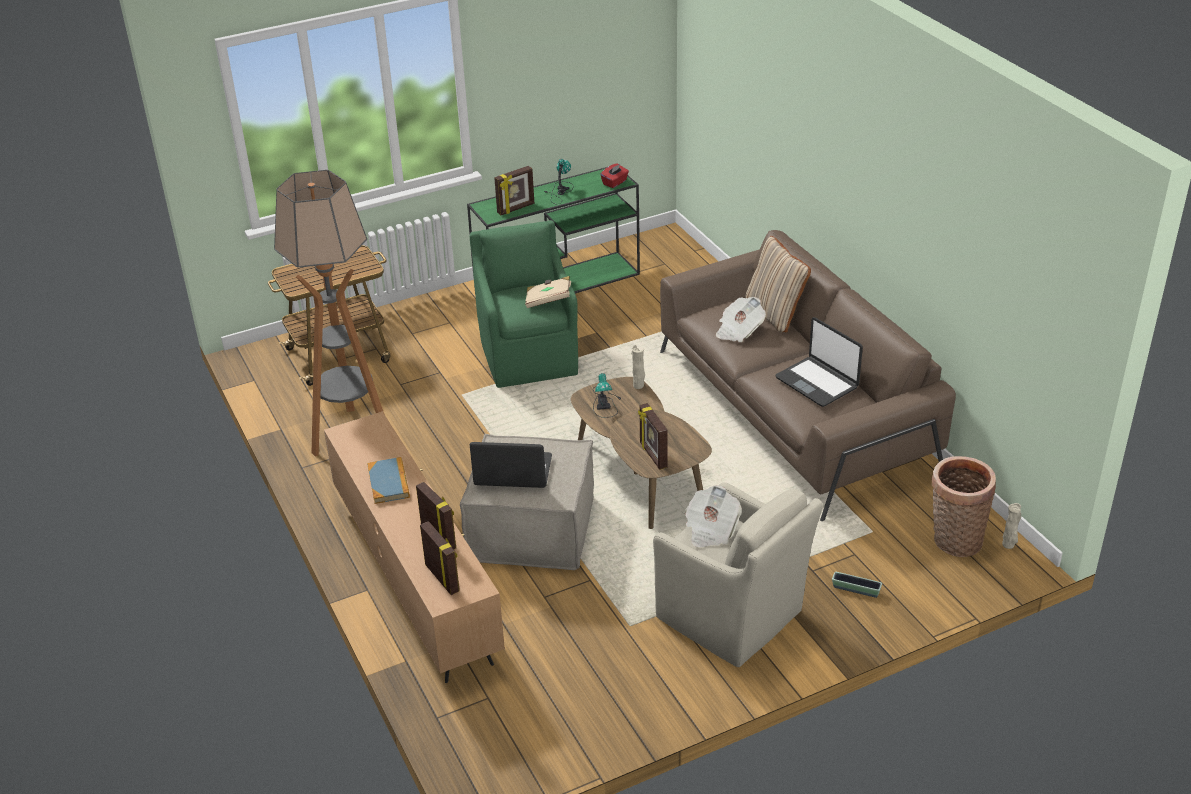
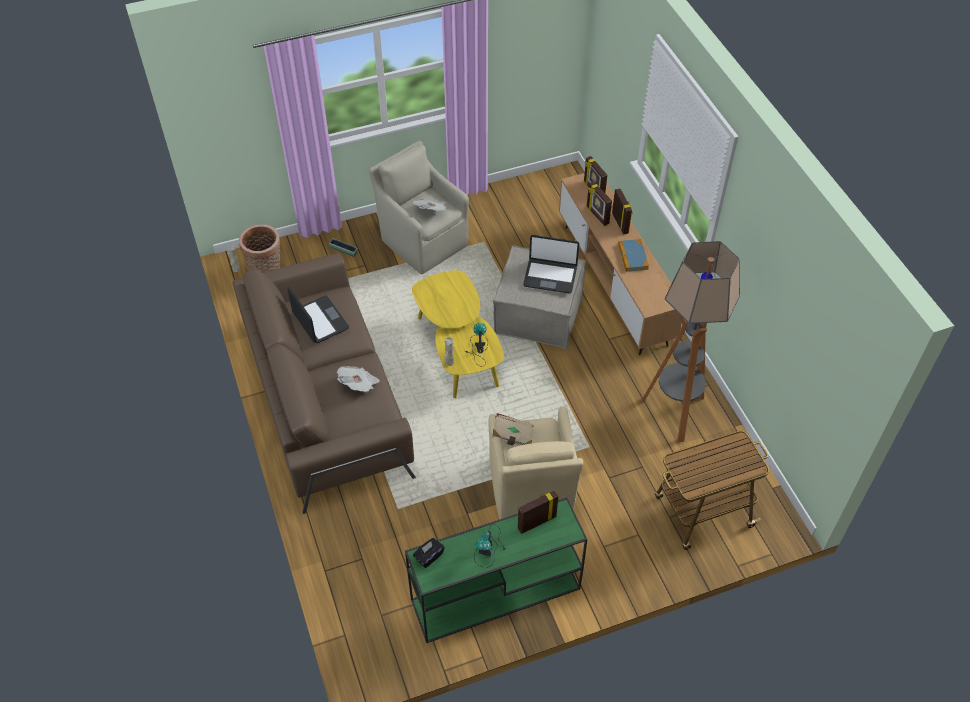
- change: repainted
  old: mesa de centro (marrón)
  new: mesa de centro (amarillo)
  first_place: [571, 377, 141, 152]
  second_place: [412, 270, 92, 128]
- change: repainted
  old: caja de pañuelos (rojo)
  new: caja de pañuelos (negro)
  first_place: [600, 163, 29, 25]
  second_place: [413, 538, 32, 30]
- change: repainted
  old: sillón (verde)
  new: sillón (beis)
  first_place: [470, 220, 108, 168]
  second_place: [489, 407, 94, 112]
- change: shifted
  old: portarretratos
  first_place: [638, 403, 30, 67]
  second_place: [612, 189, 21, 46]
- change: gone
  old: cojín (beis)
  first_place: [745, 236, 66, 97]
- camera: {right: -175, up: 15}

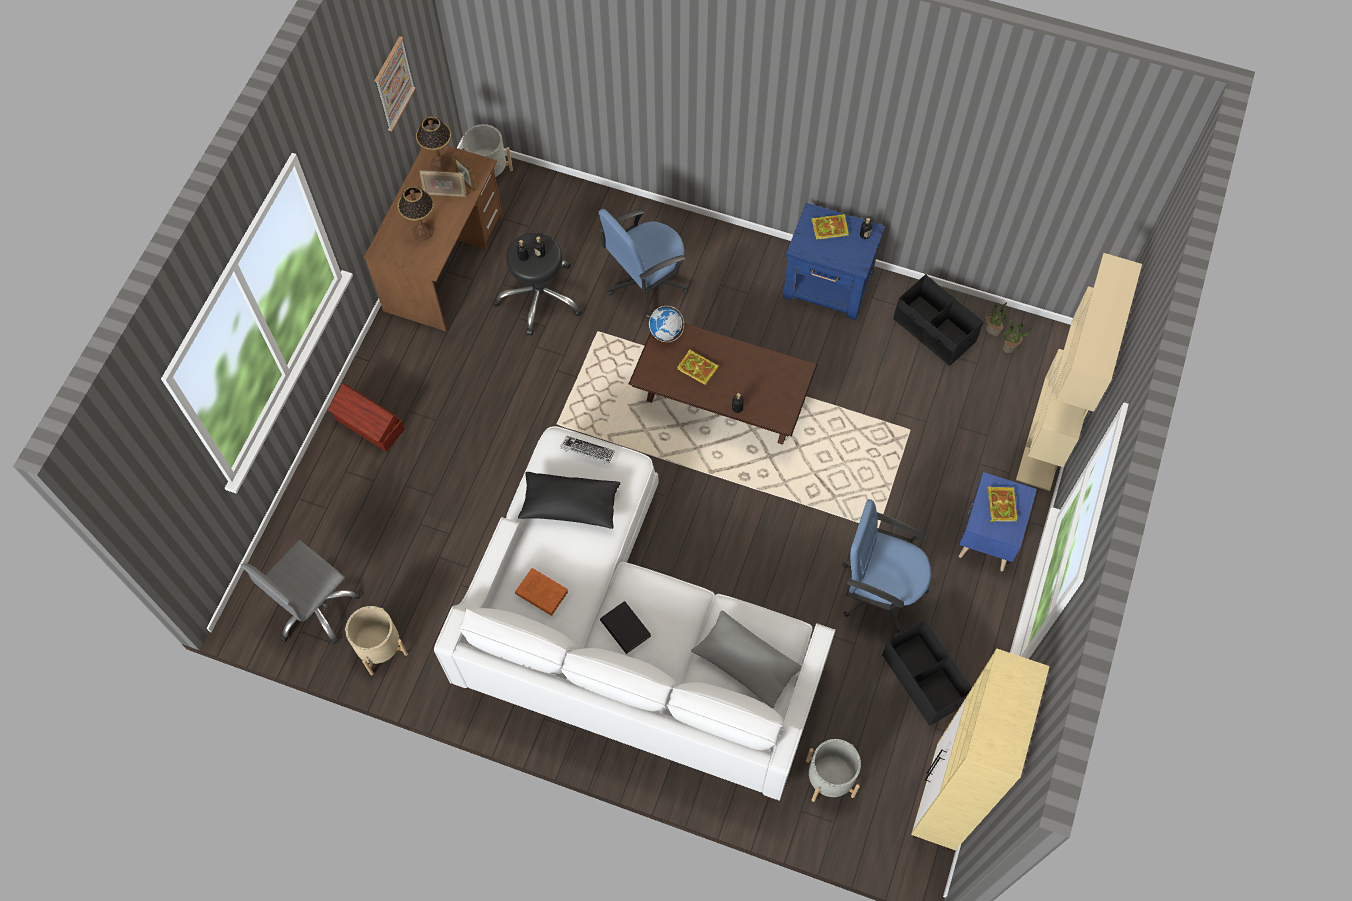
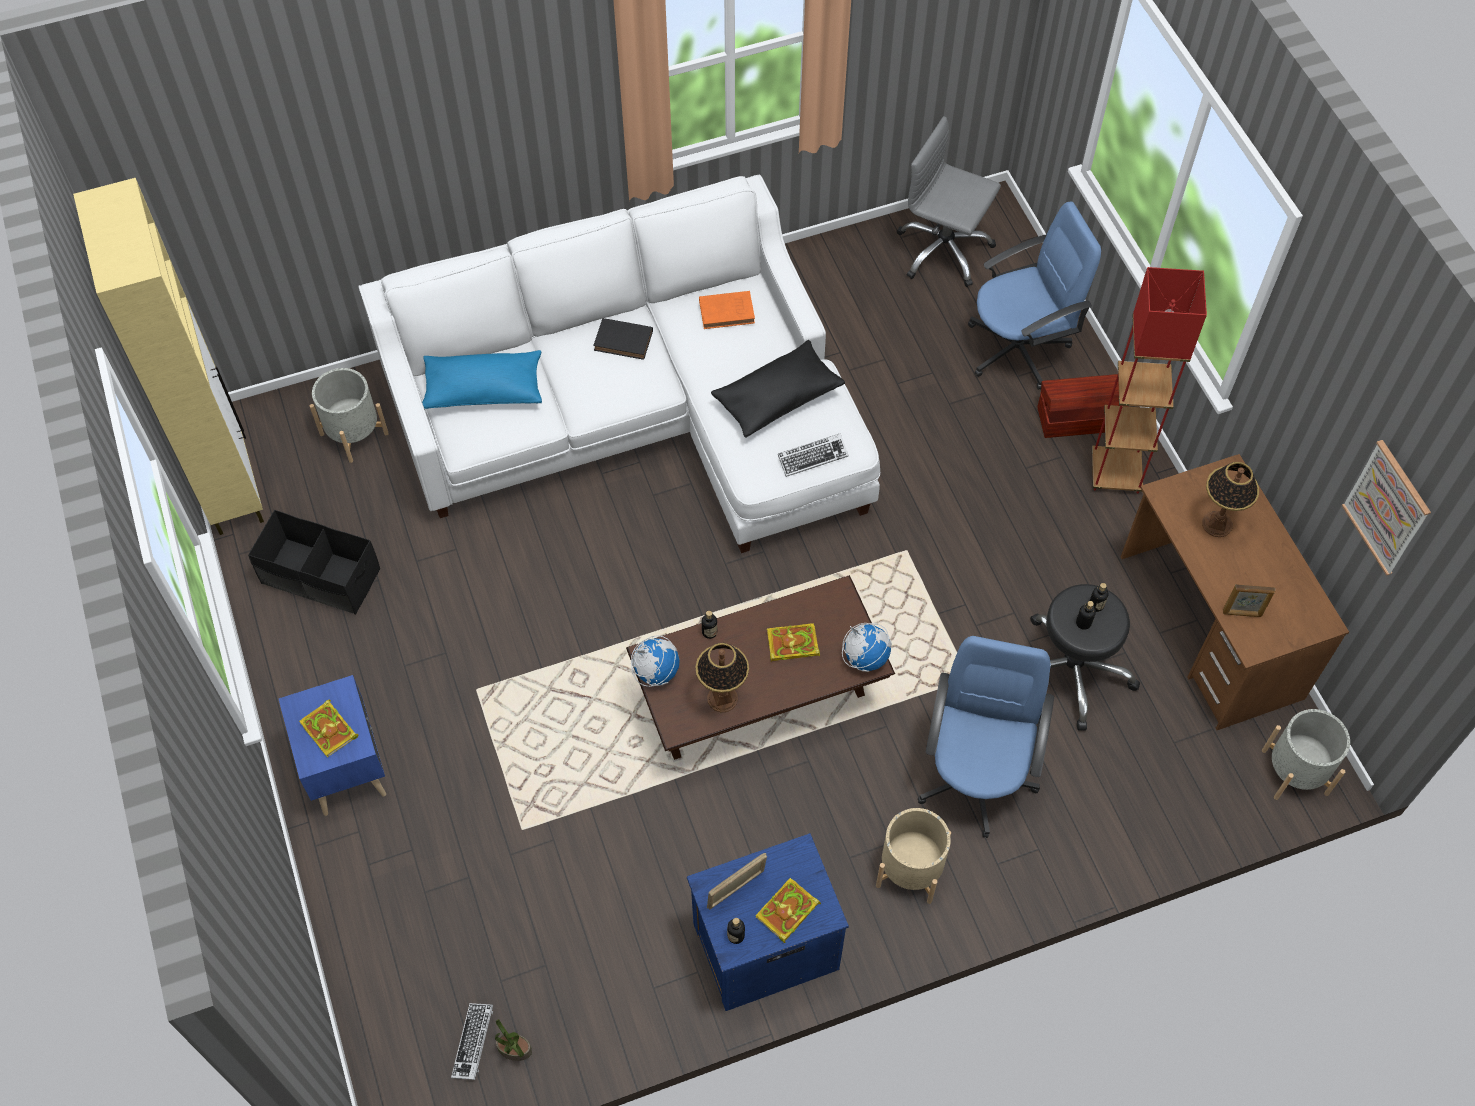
- change: repainted
  old: cojín (gris)
  new: cojín (azul)
  first_place: [691, 610, 111, 99]
  second_place: [422, 350, 120, 59]
- change: swapped
  old: planta en maceta
  new: teclado
  first_place: [1003, 320, 28, 33]
  second_place: [451, 1003, 42, 77]
- change: new
  new: globo terráqueo
  second_place: [631, 636, 49, 51]
- change: shifted
  old: lámpara de mesa
  first_place: [416, 116, 35, 56]
  second_place: [695, 643, 54, 69]
- change: shifted
  old: portarretratos
  first_place: [420, 170, 47, 27]
  second_place: [707, 853, 60, 56]
- change: shifted
  old: maceta (beis)
  first_place: [345, 606, 63, 69]
  second_place: [876, 808, 75, 96]
- change: rotated
  old: silla de oficina (gris)
  first_place: [241, 540, 119, 104]
  second_place: [897, 116, 104, 171]
  degrees: -60
- change: shifted
  old: silla de oficina (azul)
  first_place: [842, 499, 89, 134]
  second_place: [968, 202, 133, 188]
- change: new
  new: lámpara de pie (rojo)
  second_place: [1092, 267, 115, 227]
- change: gone
  old: caja de almacenaje (negro)
  first_place: [893, 274, 91, 92]
- change: gone
  old: estantería (beis)
  first_place: [1016, 253, 126, 238]
- camera: {right: 140, up: -5}

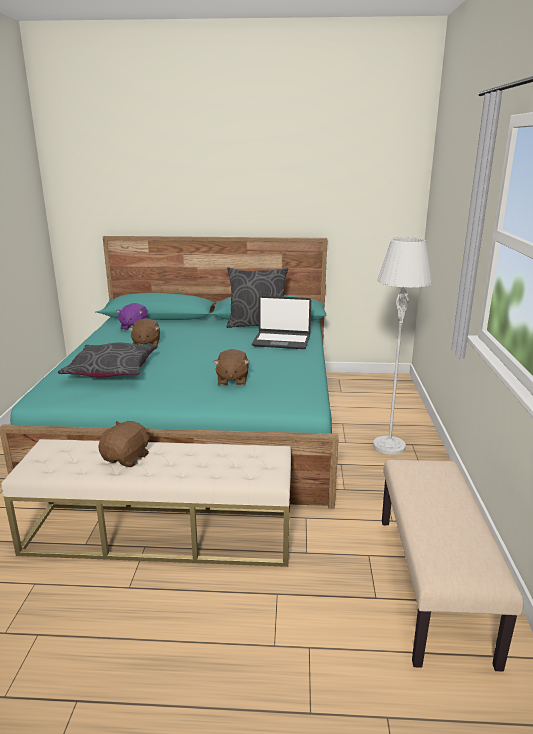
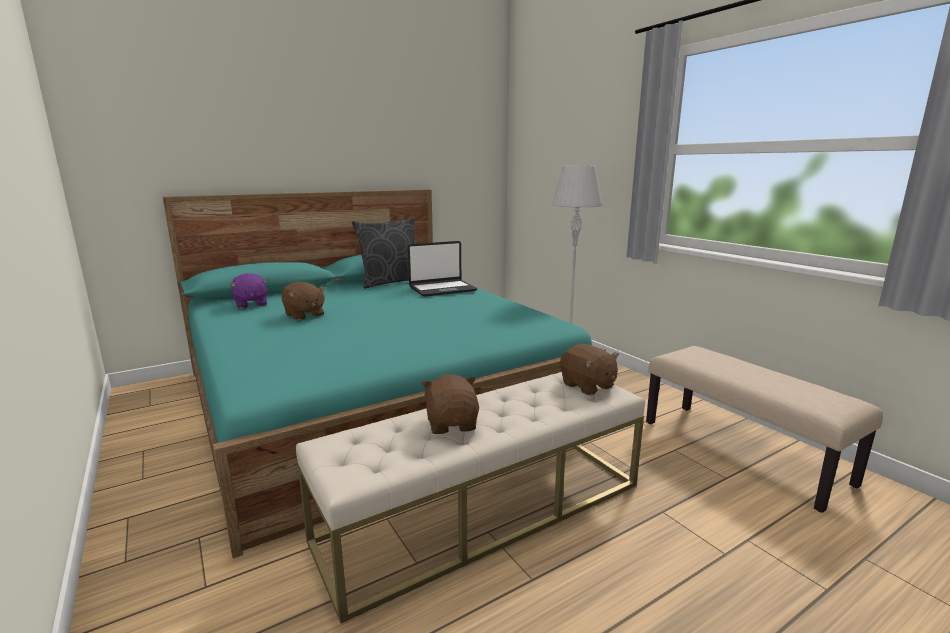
- change: shifted
  old: peluche (marrón)
  first_place: [214, 349, 35, 37]
  second_place: [560, 344, 59, 51]
- change: gone
  old: cojín (gris)
  first_place: [58, 343, 99, 34]
- camera: {right: -35, up: -5}

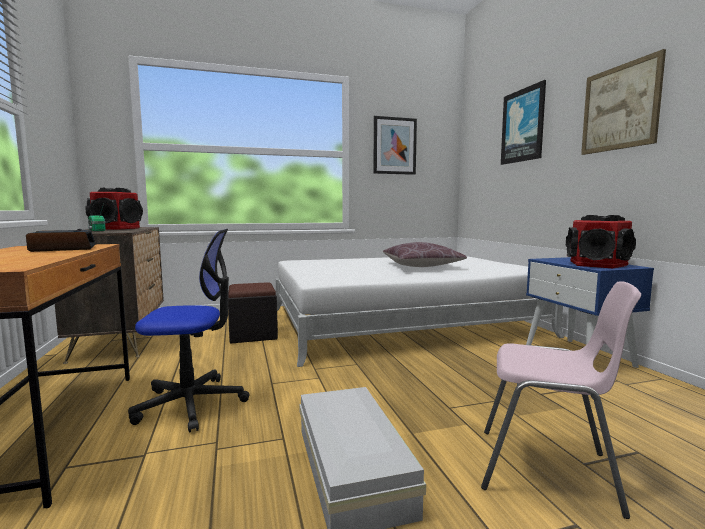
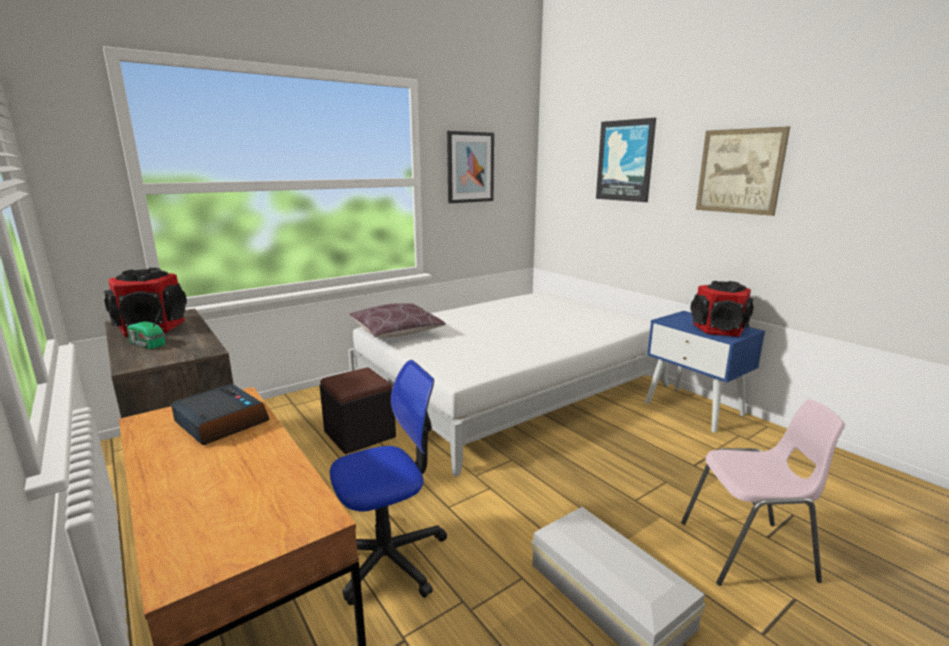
- change: shifted
  old: cojín (marrón)
  first_place: [383, 242, 84, 25]
  second_place: [349, 303, 97, 34]
- camera: {right: -20, up: 10}

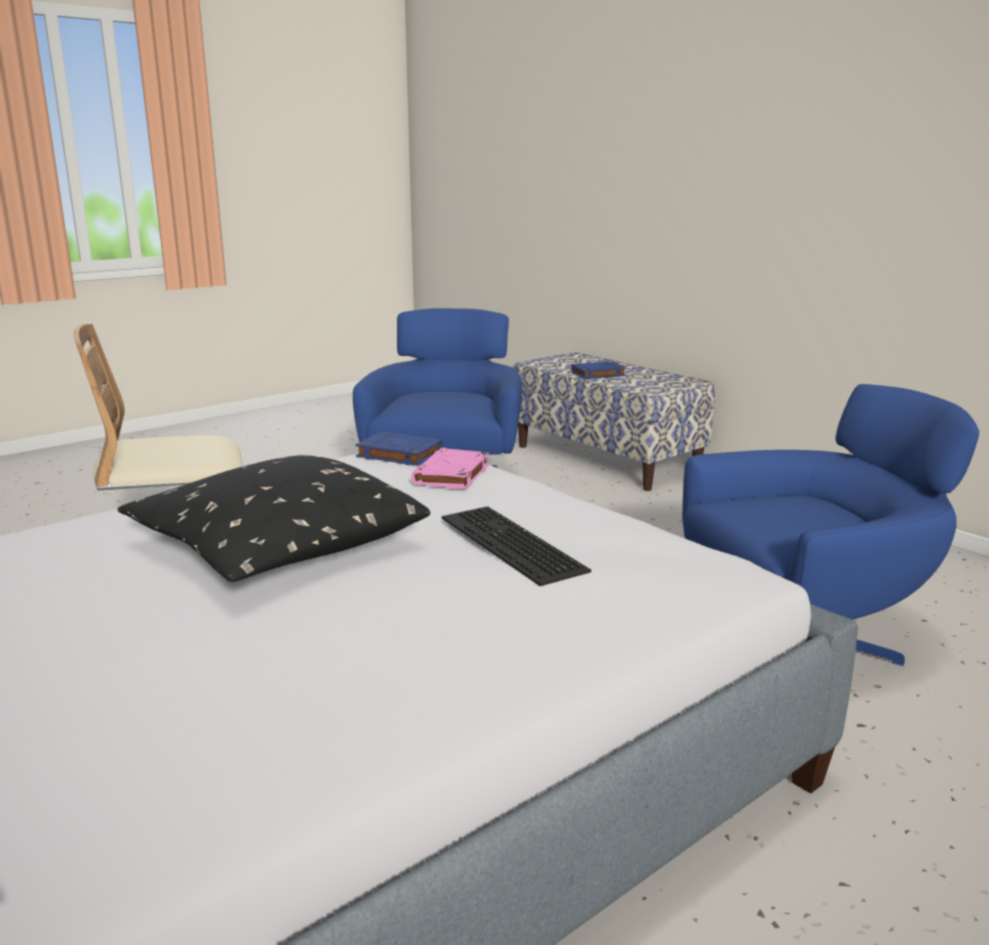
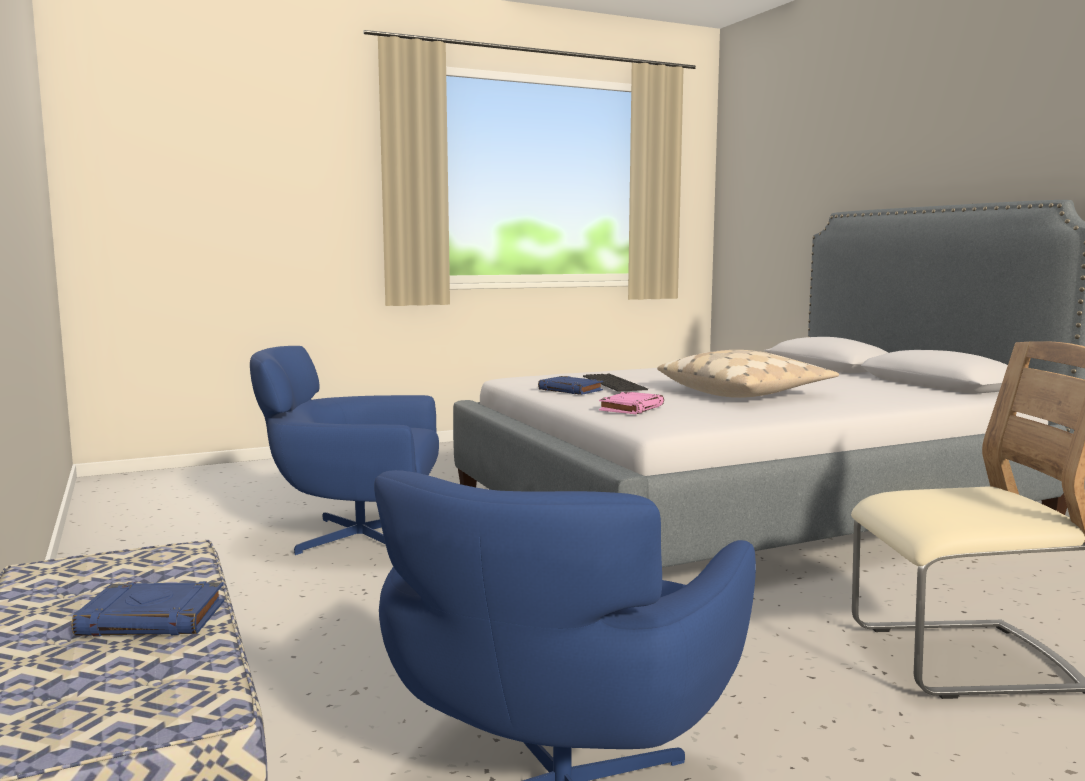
- change: shifted
  old: libro (azul)
  first_place: [355, 432, 88, 34]
  second_place: [538, 376, 65, 19]
- change: repainted
  old: cojín (negro)
  new: cojín (beis)
  first_place: [118, 455, 312, 127]
  second_place: [657, 350, 182, 48]
- camera: {right: -165, up: -10}

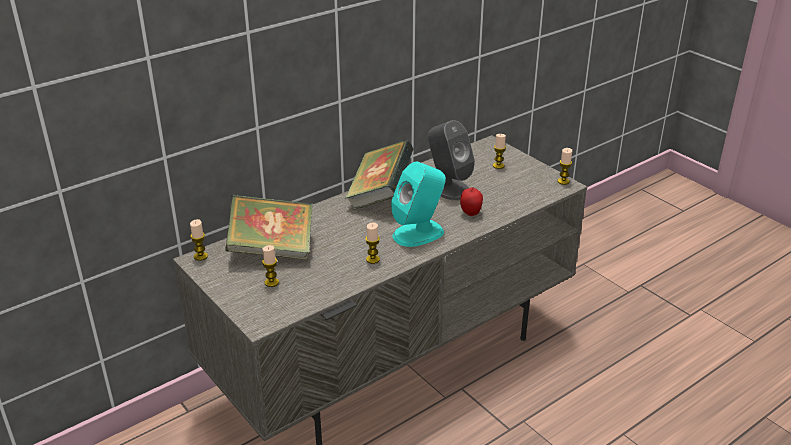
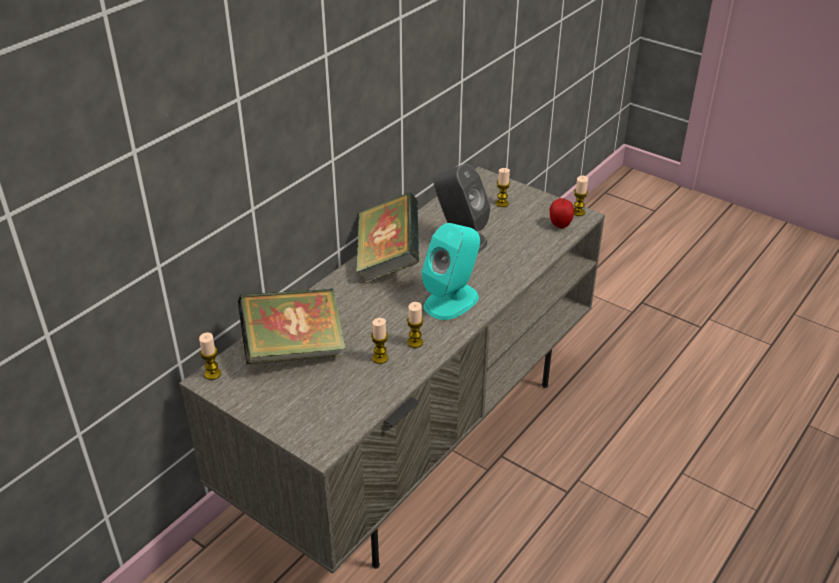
- change: shifted
  old: vela
  first_place: [262, 245, 17, 42]
  second_place: [371, 318, 17, 46]
- change: shifted
  old: manzana
  first_place: [460, 187, 23, 29]
  second_place: [550, 198, 24, 30]
- camera: {right: -15, up: 5}

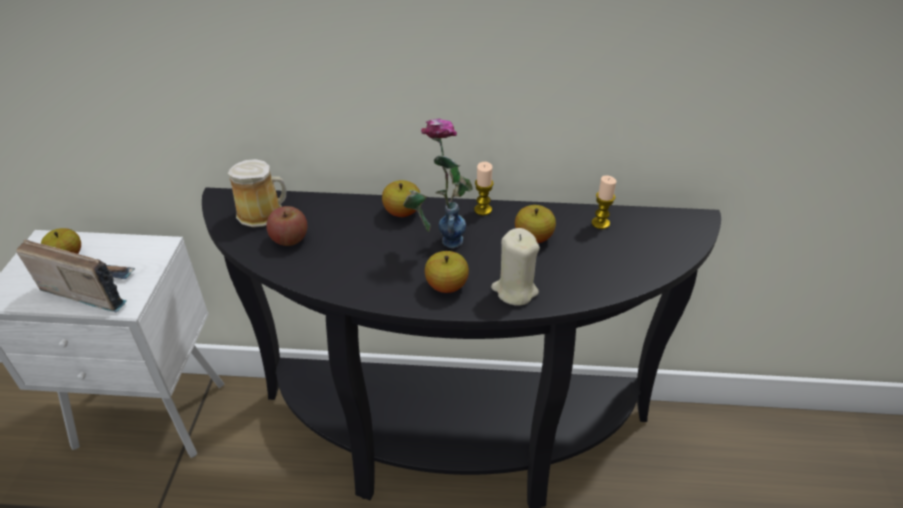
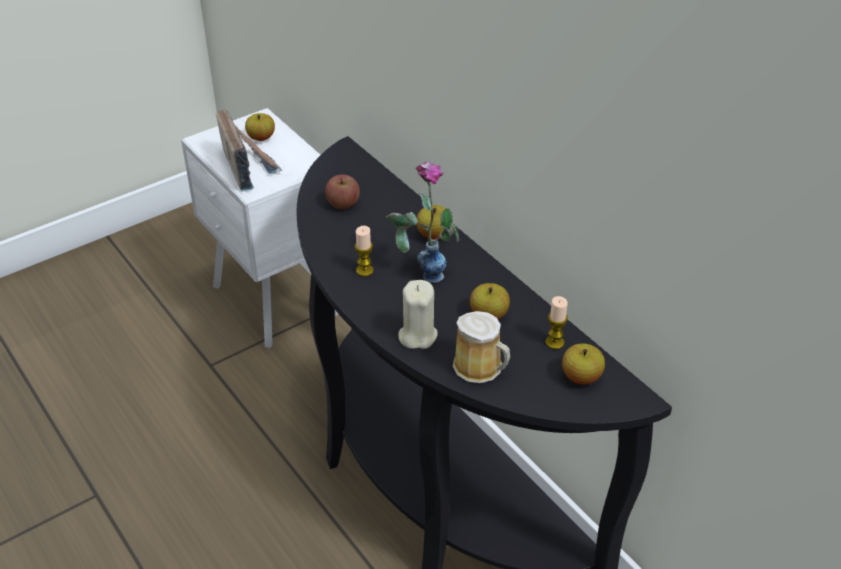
- change: shifted
  old: vela
  first_place: [474, 162, 20, 54]
  second_place: [355, 226, 19, 51]
- change: shifted
  old: taza grande
  first_place: [228, 159, 58, 68]
  second_place: [453, 311, 57, 72]
- change: shifted
  old: manzana
  first_place: [425, 251, 44, 42]
  second_place: [562, 343, 43, 42]
- camera: {right: 50, up: 0}

